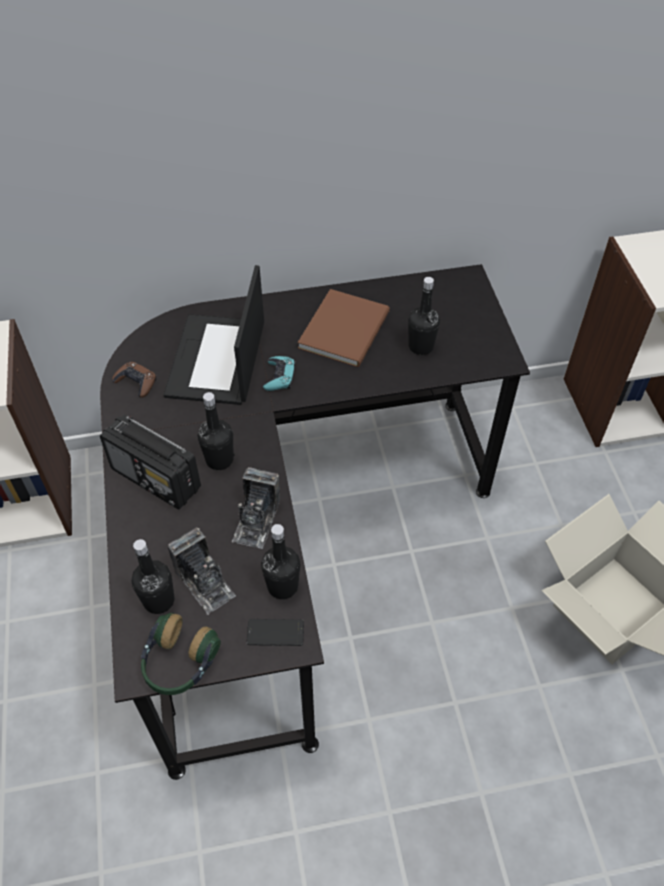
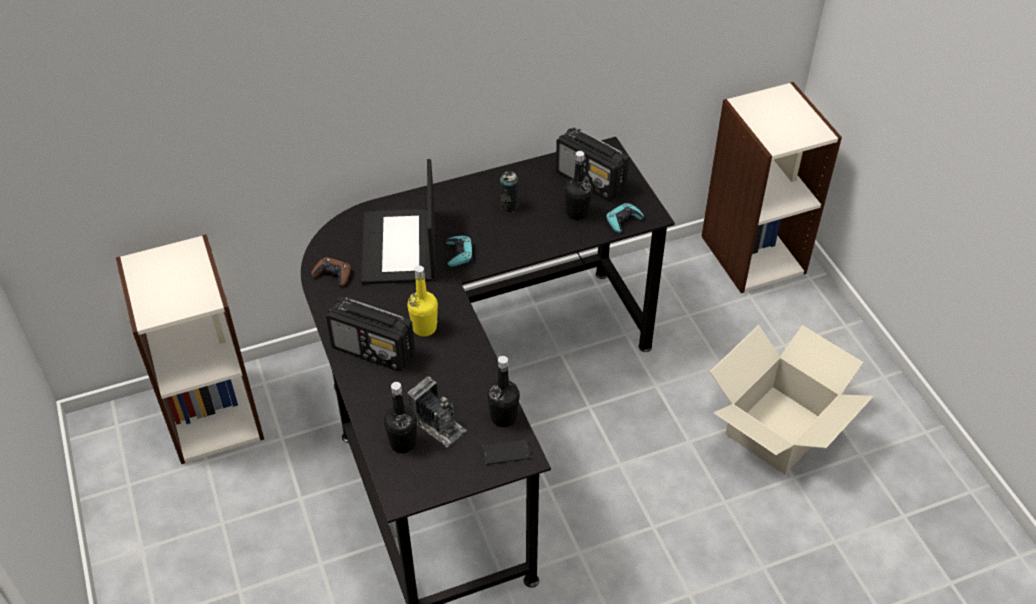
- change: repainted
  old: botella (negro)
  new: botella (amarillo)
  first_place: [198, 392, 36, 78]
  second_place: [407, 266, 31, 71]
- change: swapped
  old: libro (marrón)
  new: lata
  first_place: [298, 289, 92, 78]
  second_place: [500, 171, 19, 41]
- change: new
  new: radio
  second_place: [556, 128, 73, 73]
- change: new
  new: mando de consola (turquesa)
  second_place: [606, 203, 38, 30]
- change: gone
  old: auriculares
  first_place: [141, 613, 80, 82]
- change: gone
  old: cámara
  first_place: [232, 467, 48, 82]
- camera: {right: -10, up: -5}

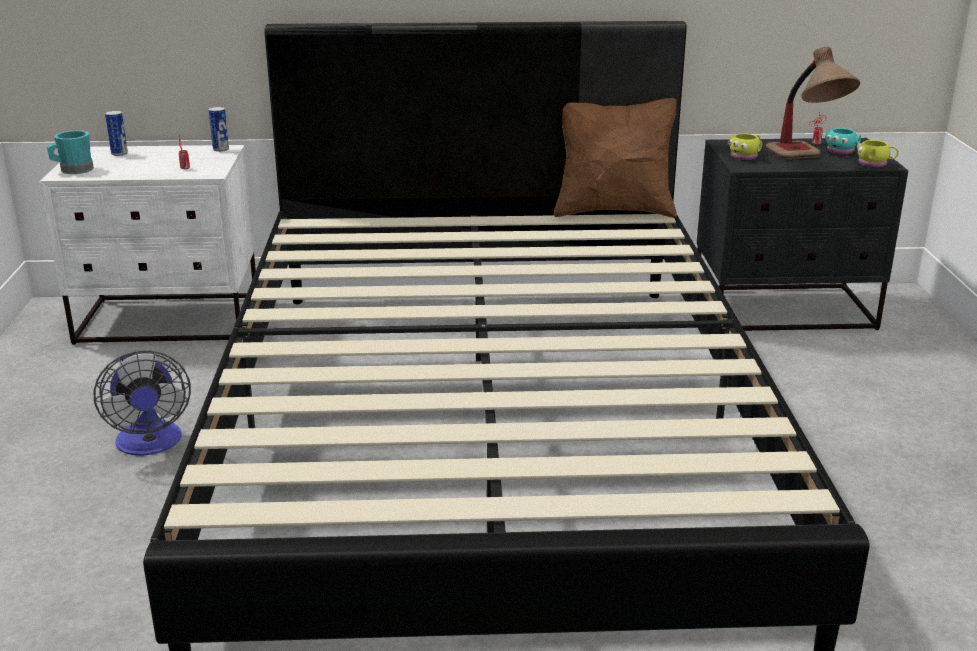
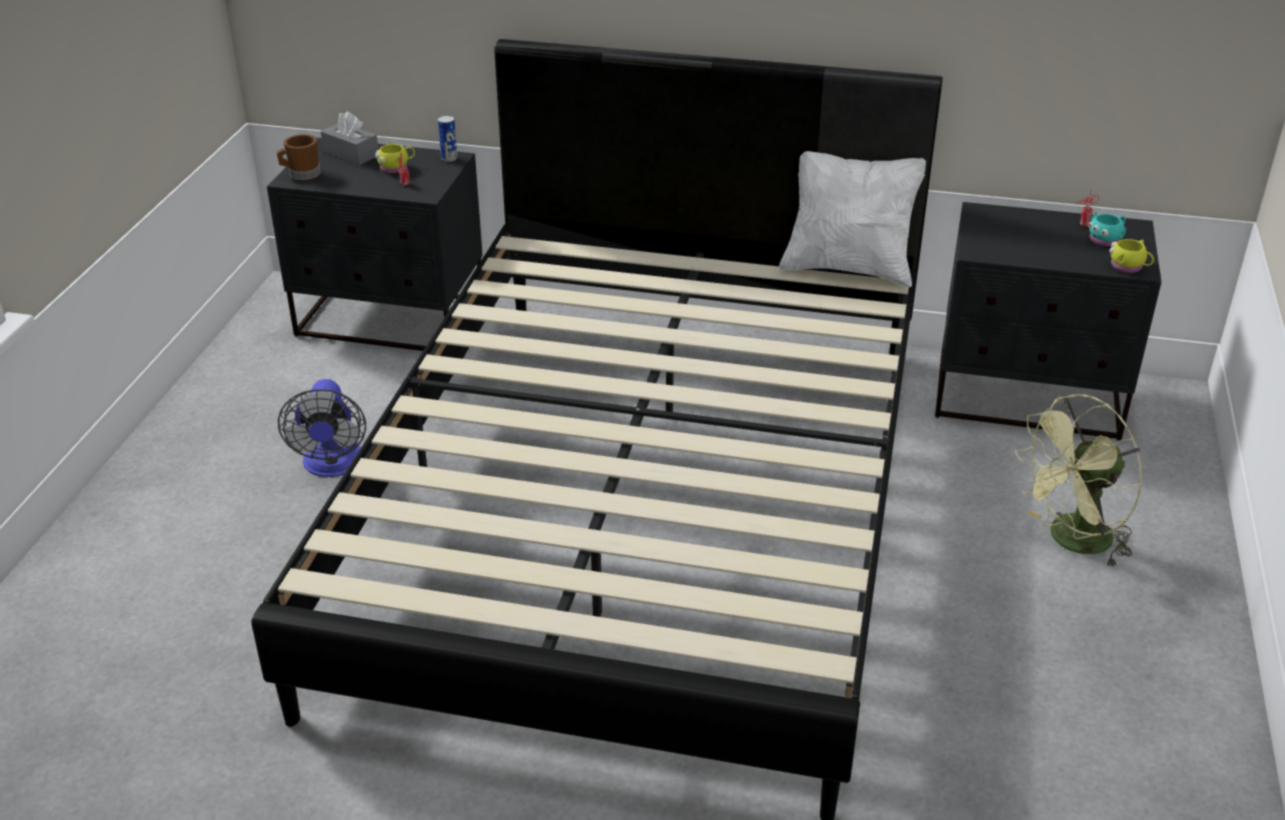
- change: repainted
  old: mesita de noche (blanco)
  new: mesita de noche (negro)
  first_place: [40, 145, 216, 200]
  second_place: [267, 138, 216, 213]
- change: repainted
  old: taza grande (turquesa)
  new: taza grande (marrón)
  first_place: [47, 130, 47, 44]
  second_place: [276, 134, 45, 46]
- change: swapped
  old: lata
  new: caja de pañuelos (gris)
  first_place: [105, 110, 23, 46]
  second_place: [321, 111, 57, 54]
- change: shifted
  old: taza grande (amarillo)
  first_place: [728, 133, 34, 27]
  second_place: [375, 142, 40, 31]
- change: repainted
  old: cojín (marrón)
  new: cojín (blanco)
  first_place: [554, 98, 123, 120]
  second_place: [779, 151, 147, 137]
- change: new
  new: ventilador (verde)
  second_place: [1015, 394, 127, 175]
- change: gone
  old: lámpara de mesa
  first_place: [765, 47, 95, 113]
- camera: {right: 15, up: 10}

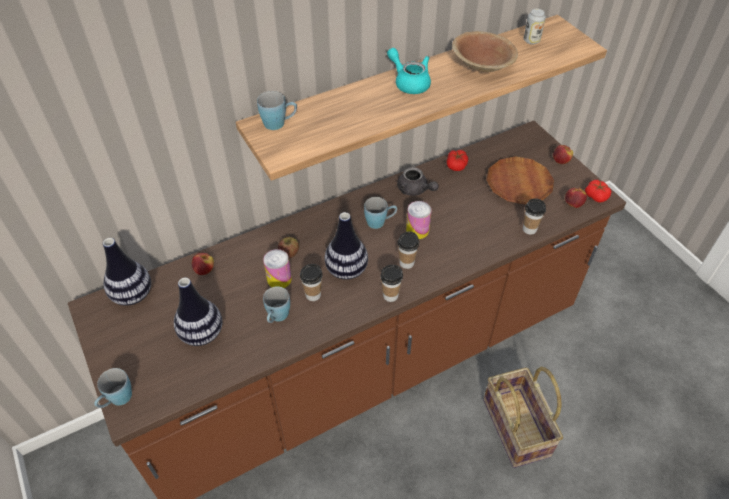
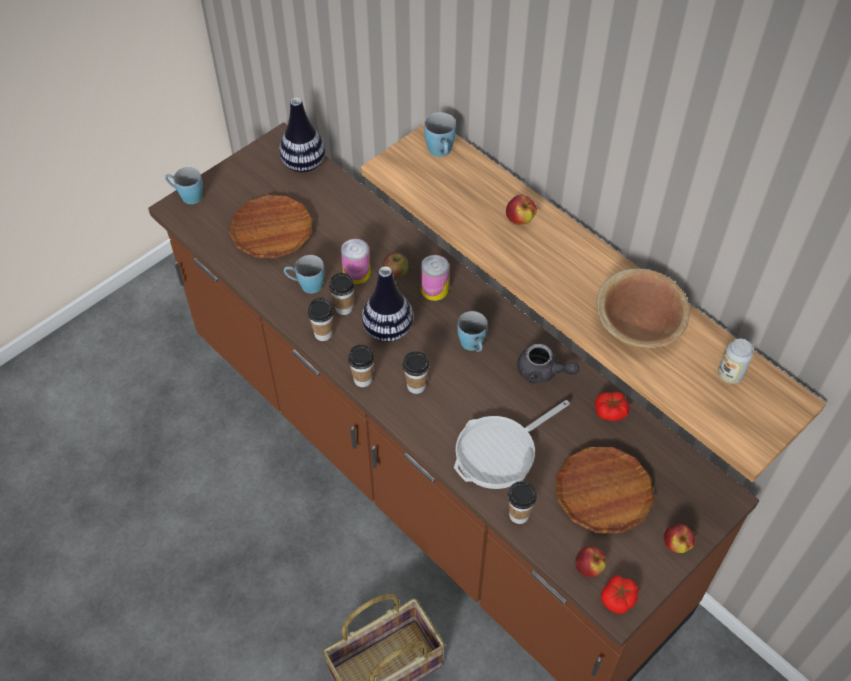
- change: swapped
  old: florero
  new: plato (marrón)
  first_place: [174, 277, 48, 69]
  second_place: [229, 195, 84, 63]
- change: new
  new: taza
  second_place: [308, 298, 25, 43]
- change: shifted
  old: lata
  first_place: [406, 201, 26, 38]
  second_place: [421, 255, 28, 46]
- change: new
  new: sartén
  second_place: [454, 400, 116, 89]
- change: shifted
  old: manzana
  first_place: [192, 253, 22, 22]
  second_place: [506, 195, 31, 30]
- change: rotated
  old: tetera (gris)
  first_place: [397, 167, 42, 29]
  second_place: [517, 344, 62, 40]
  degrees: -90
- change: gone
  old: tetera (turquesa)
  first_place: [387, 48, 44, 46]
- camera: {right: 75, up: 5}

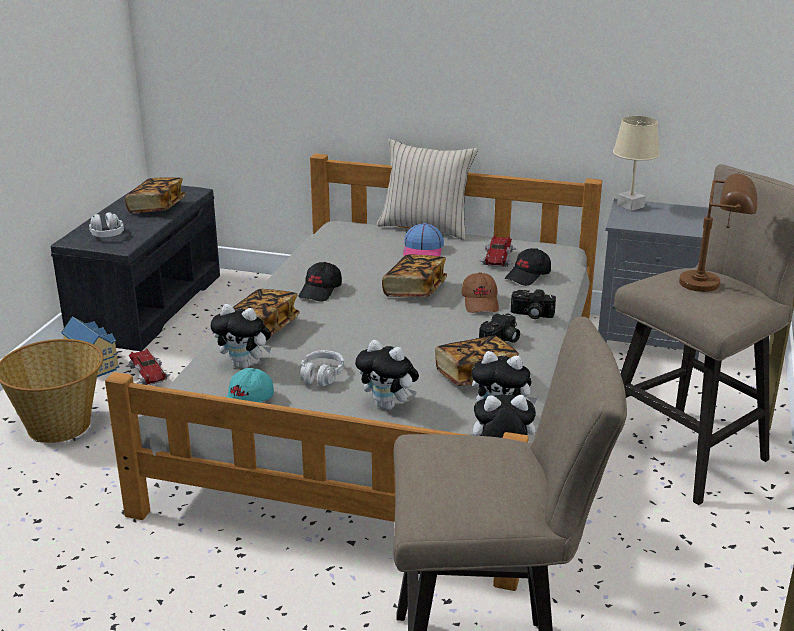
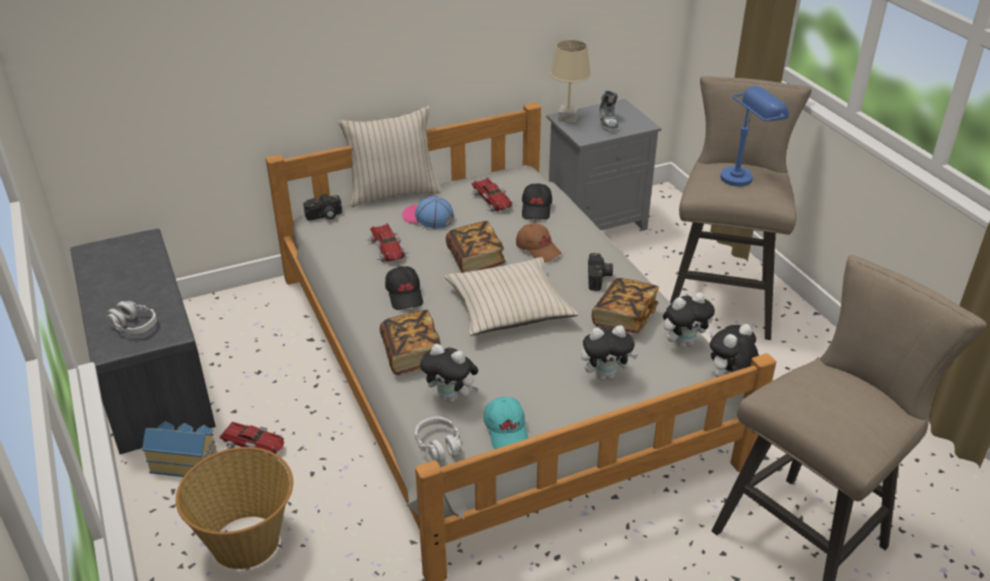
- change: shifted
  old: cámara
  first_place: [511, 289, 45, 30]
  second_place: [303, 194, 39, 27]
- change: new
  new: coche de juguete
  second_place: [367, 223, 43, 40]
- change: rotated
  old: gorra
  first_place: [403, 223, 41, 33]
  second_place: [402, 196, 52, 33]
  degrees: 150
- change: shifted
  old: auriculares (gris)
  first_place: [300, 350, 44, 36]
  second_place: [415, 416, 47, 47]
- change: rotated
  old: peluche
  first_place: [210, 304, 61, 65]
  second_place: [420, 344, 59, 59]
  degrees: 45
- change: new
  new: cojín (beis)
  second_place: [444, 257, 134, 79]
- change: new
  new: zapato
  second_place: [599, 91, 19, 41]
- change: repainted
  old: lámpara de mesa (marrón)
  new: lámpara de mesa (azul)
  first_place: [679, 173, 78, 119]
  second_place: [720, 86, 69, 100]
- change: gone
  old: libro
  first_place: [125, 177, 60, 36]
- camera: {right: -40, up: 10}

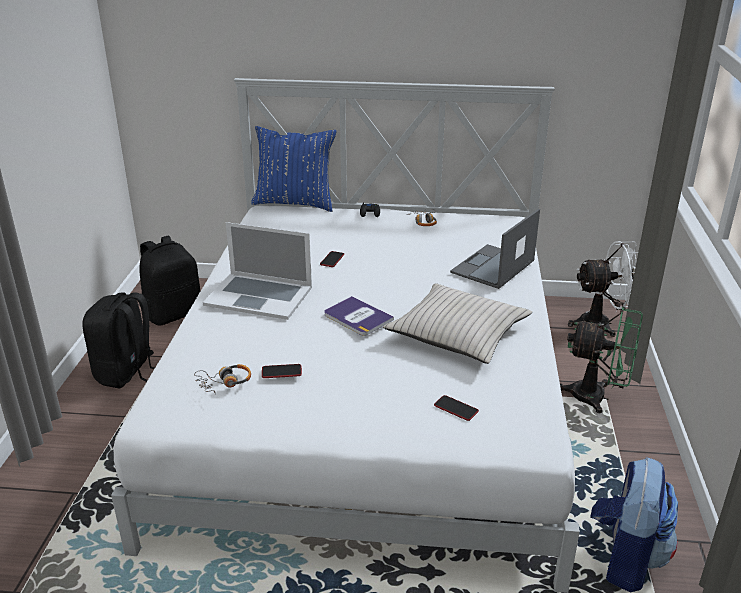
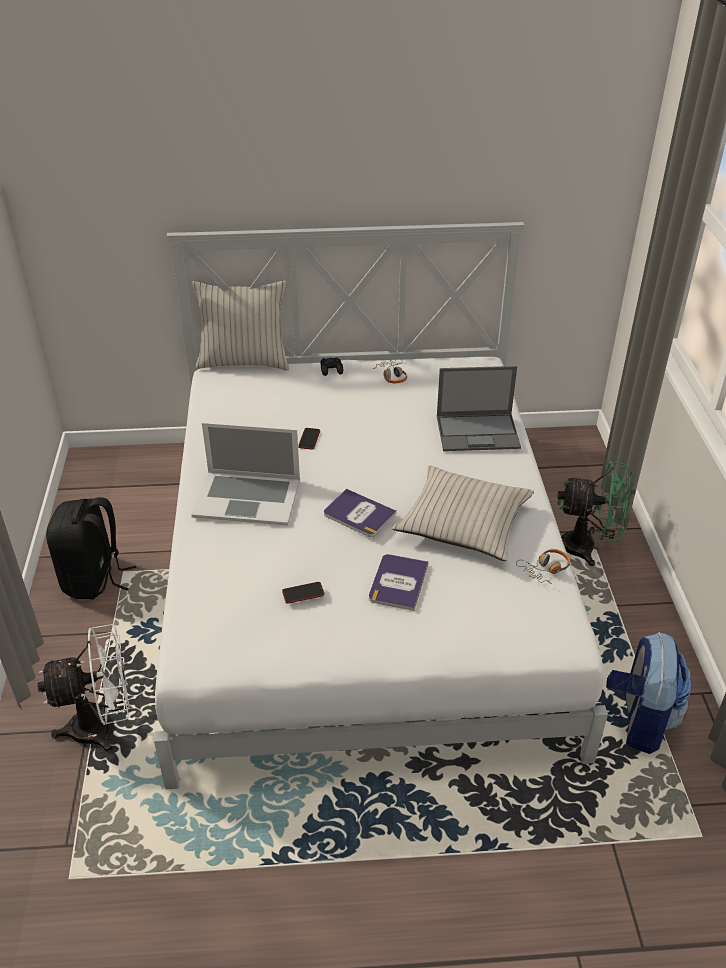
- change: shifted
  old: ventilador (blanco)
  first_place: [568, 241, 70, 96]
  second_place: [37, 624, 93, 128]
- change: repainted
  old: cojín (azul)
  new: cojín (beis)
  first_place: [251, 126, 86, 86]
  second_place: [192, 280, 97, 91]
- change: new
  new: libro
  second_place: [369, 554, 60, 57]
- change: rotated
  old: portátil
  first_place: [450, 209, 90, 80]
  second_place: [437, 366, 84, 85]
  degrees: -120
- change: shifted
  old: auriculares
  first_place: [194, 364, 57, 30]
  second_place: [516, 549, 54, 35]
- change: gone
  old: mochila (negro)
  first_place: [139, 236, 61, 89]
- change: gone
  old: móvil
  first_place: [434, 395, 45, 26]
- camera: {right: -10, up: 10}

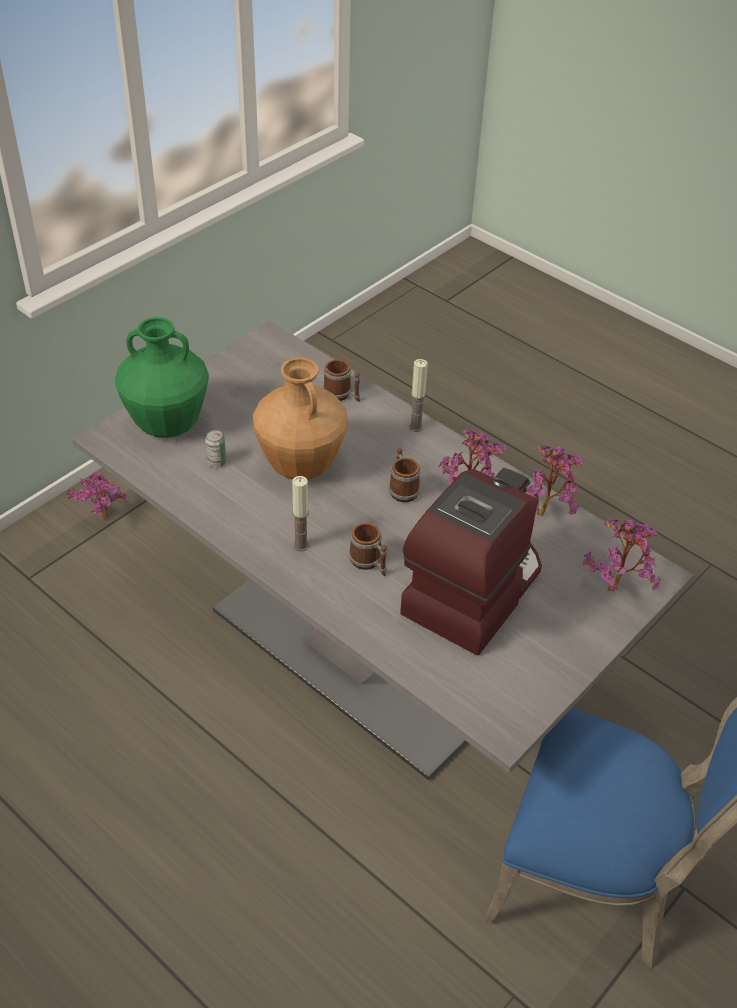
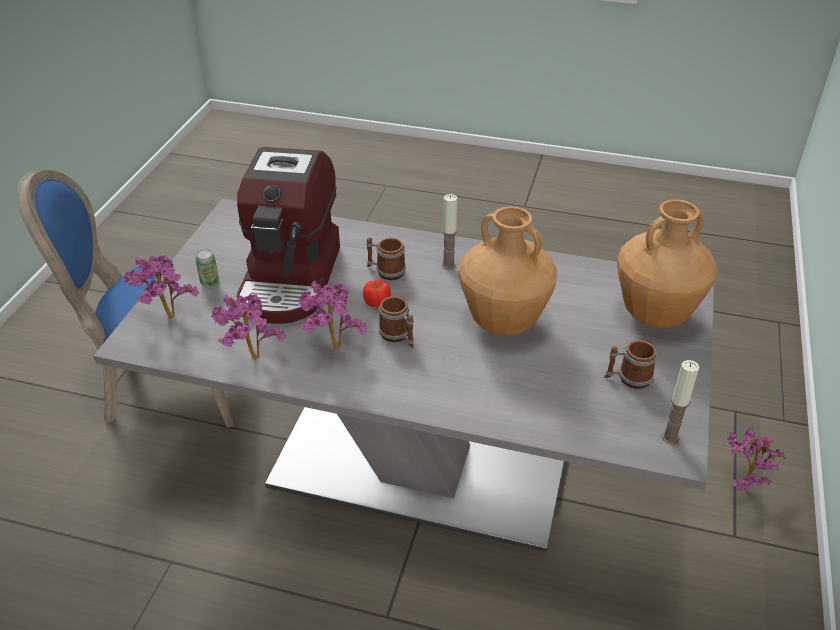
- change: shifted
  old: lata
  first_place: [205, 430, 21, 38]
  second_place: [195, 249, 24, 38]
- change: new
  new: tomate
  second_place: [363, 279, 28, 28]
- change: shifted
  old: taza grande
  first_place: [323, 359, 37, 43]
  second_place: [605, 340, 52, 49]
- change: repainted
  old: florero (verde)
  new: florero (marrón)
  first_place: [115, 317, 94, 121]
  second_place: [617, 199, 101, 129]
- change: shifted
  old: vela
  first_place: [409, 359, 19, 73]
  second_place: [662, 360, 37, 84]
- camera: {right: 155, up: -5}

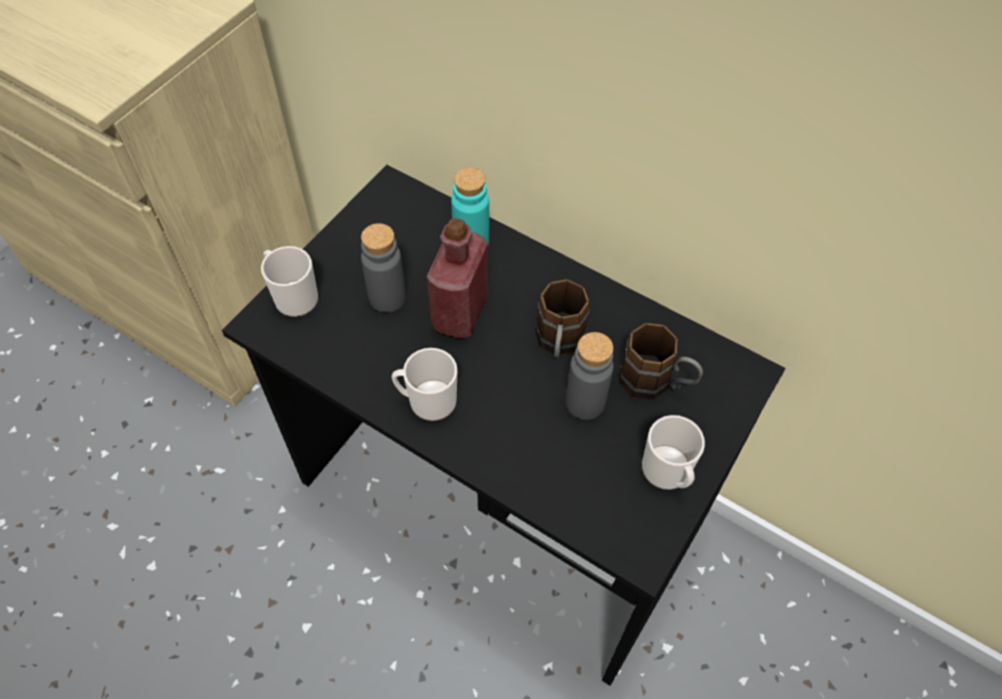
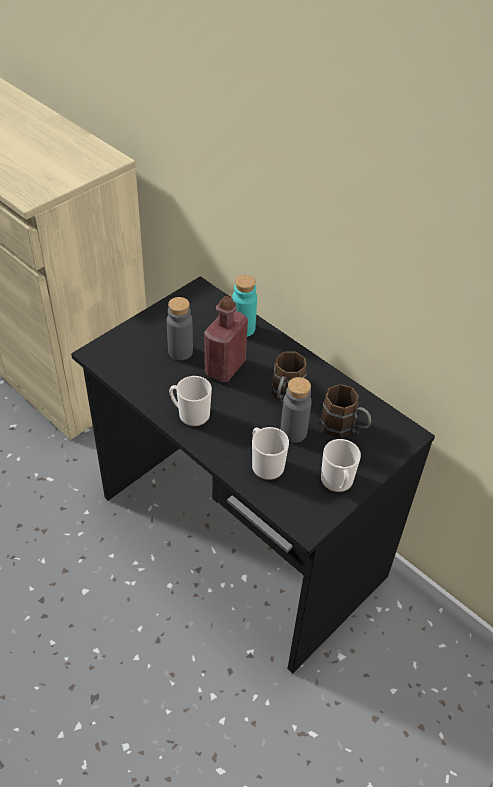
- change: shifted
  old: taza grande
  first_place: [261, 246, 57, 71]
  second_place: [252, 427, 37, 53]
- camera: {right: 10, up: -10}

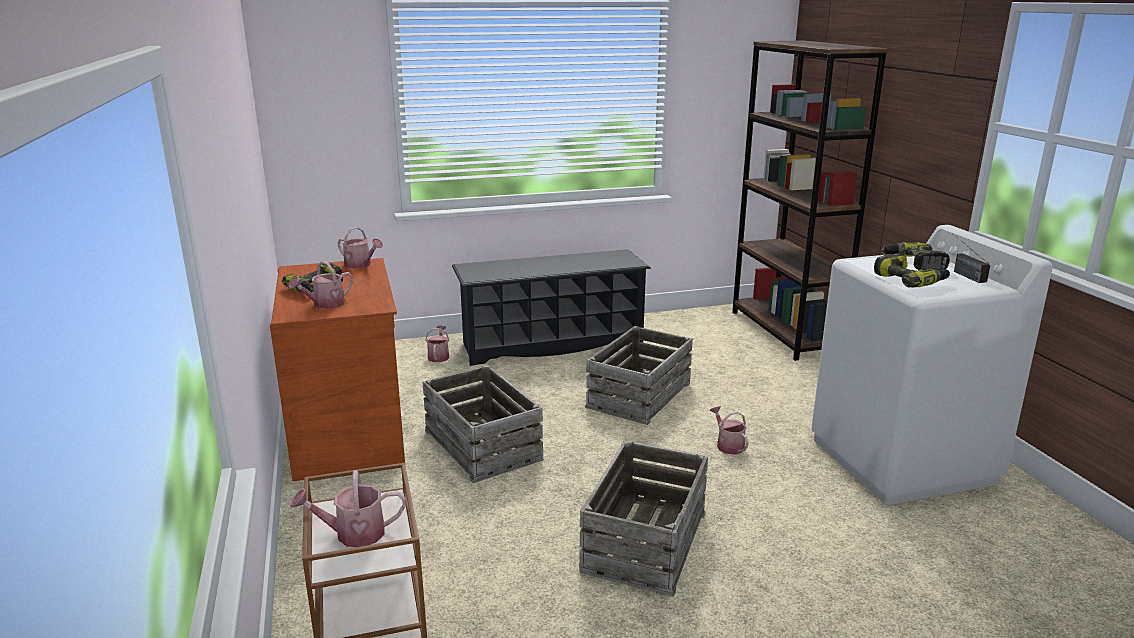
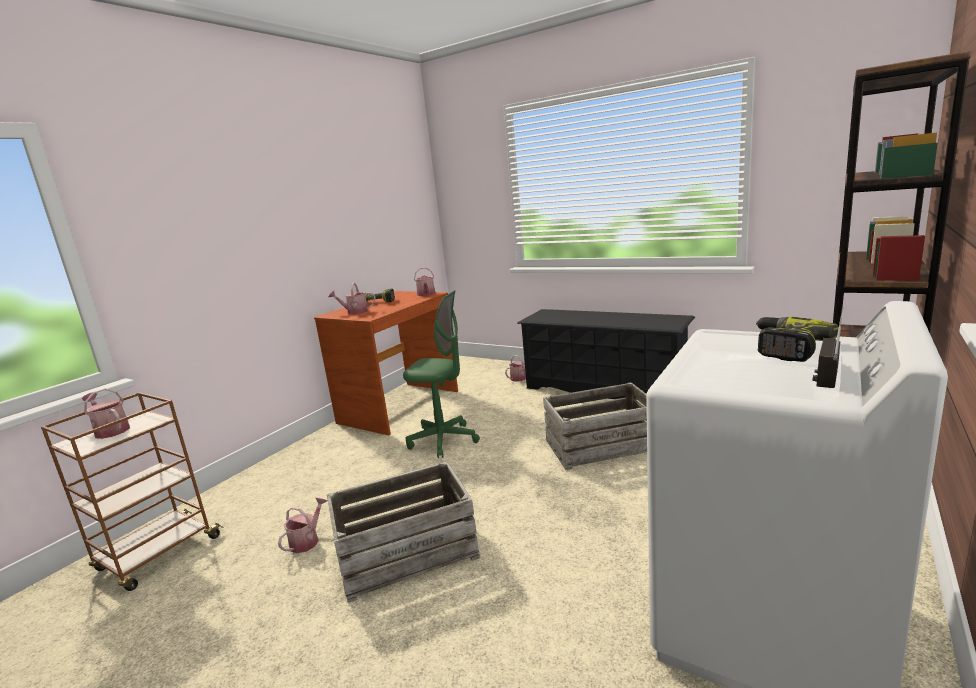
- change: shifted
  old: regadera
  first_place: [710, 406, 39, 49]
  second_place: [278, 497, 49, 56]
- change: swapped
  old: caja de embalaje
  new: silla de oficina (verde)
  first_place: [423, 365, 120, 118]
  second_place: [403, 290, 77, 168]
- change: gone
  old: taladro
  first_place: [874, 253, 76, 35]
- camera: {right: 50, up: -5}

